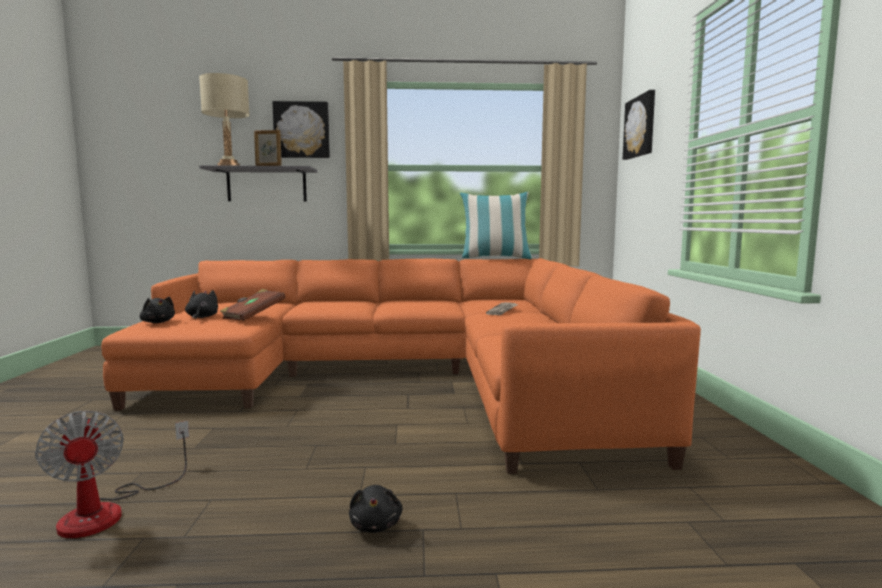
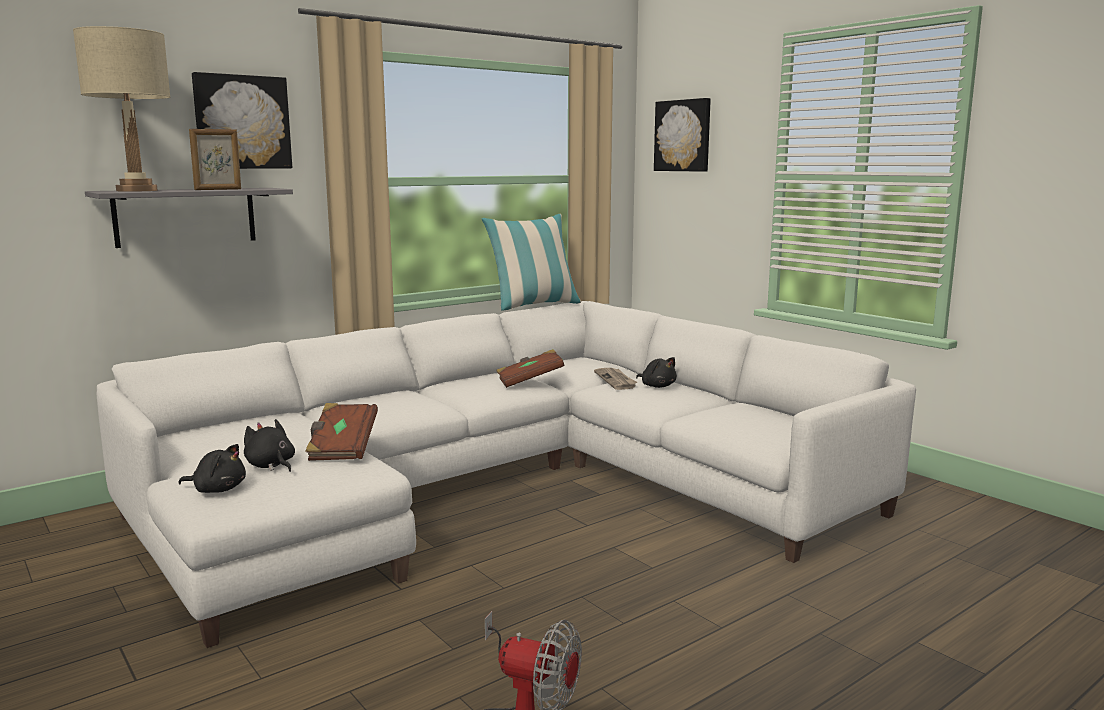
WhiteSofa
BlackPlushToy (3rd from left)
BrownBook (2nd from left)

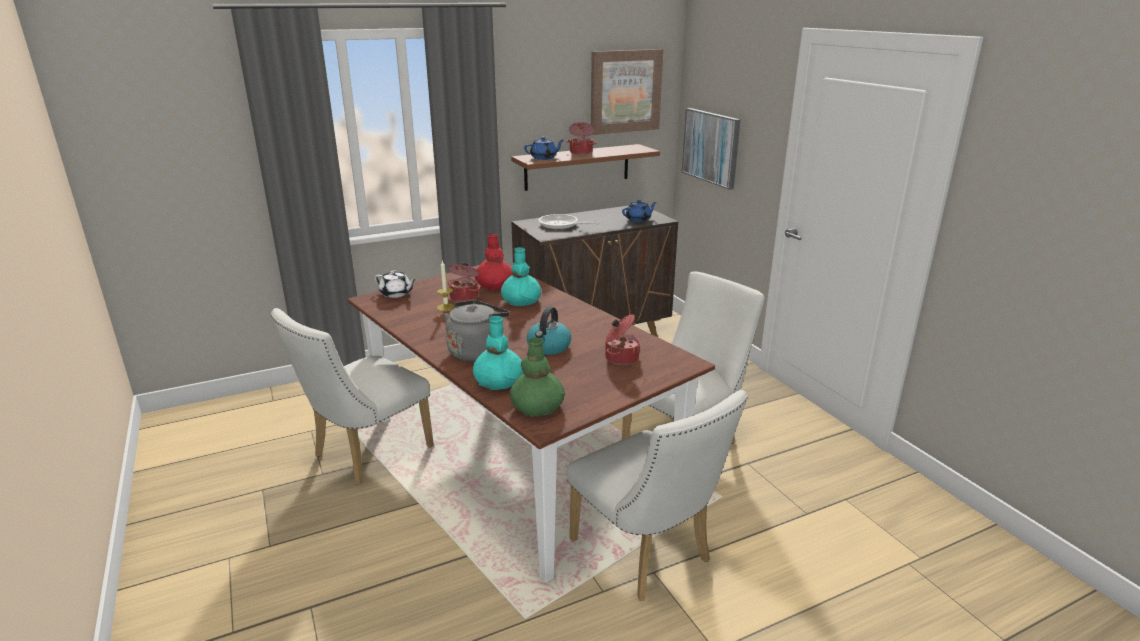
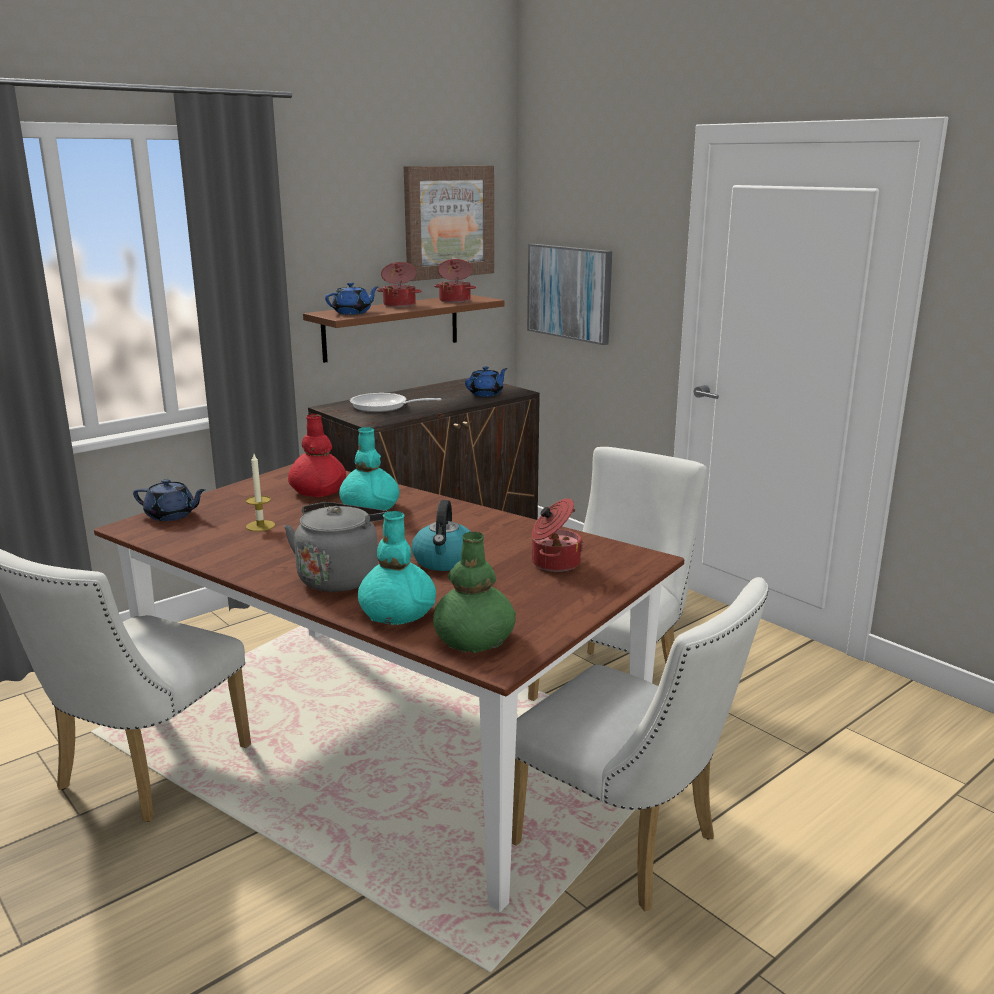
CookingPot (2nd from left)
BlueTeapot (1st from left)

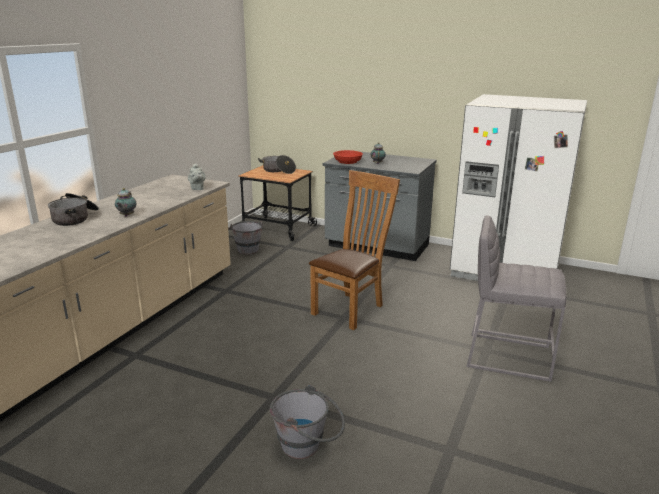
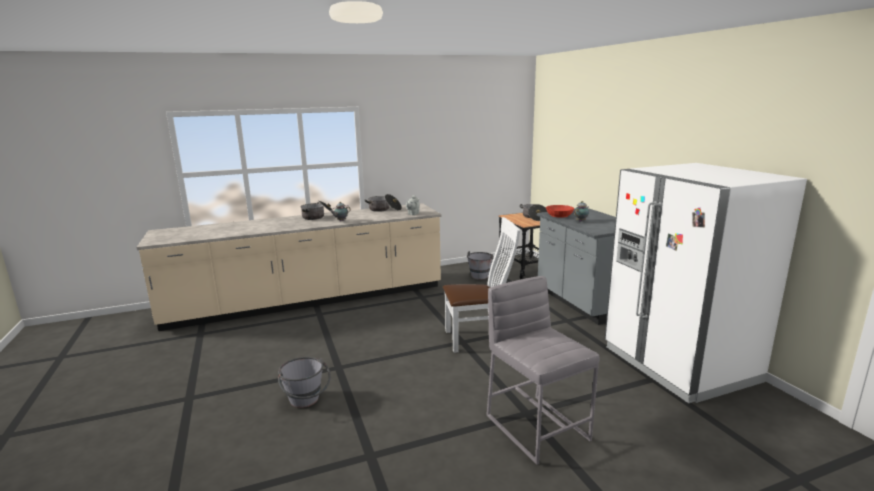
WhiteChair
CookingPot (2nd from left)

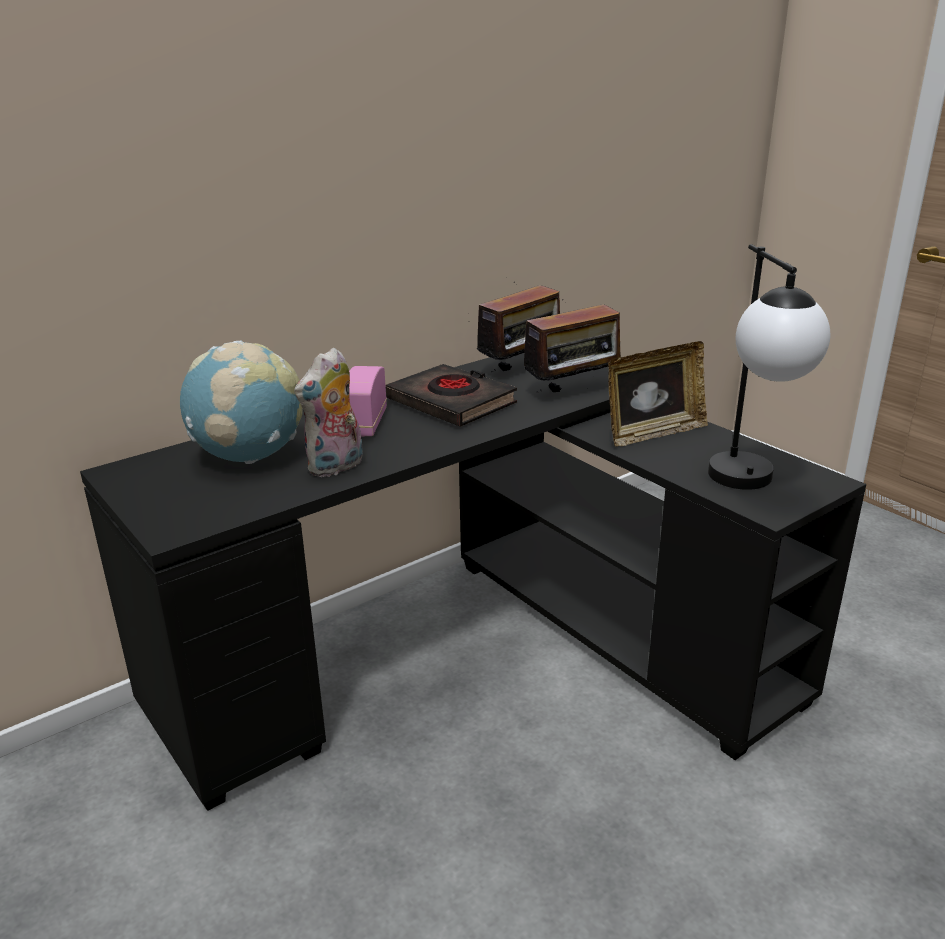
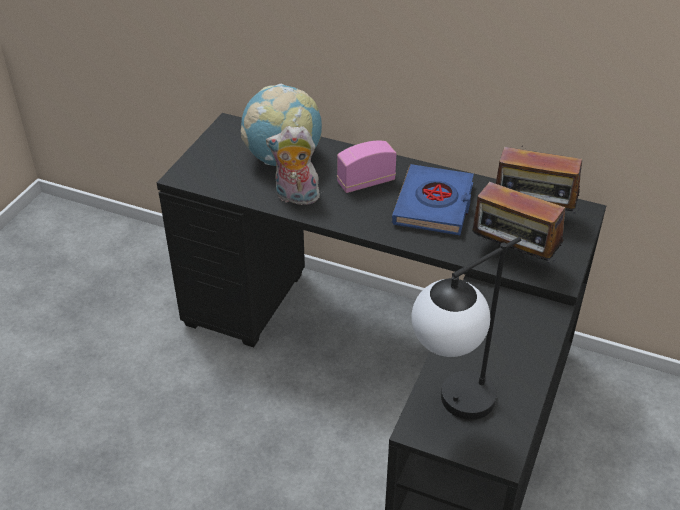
PictureFrame
BlueBook

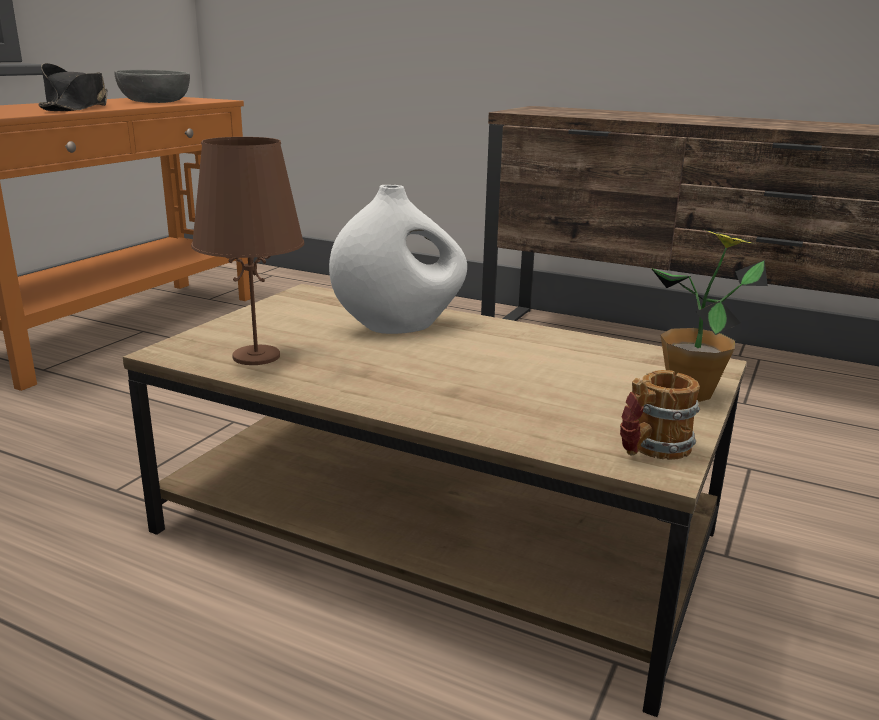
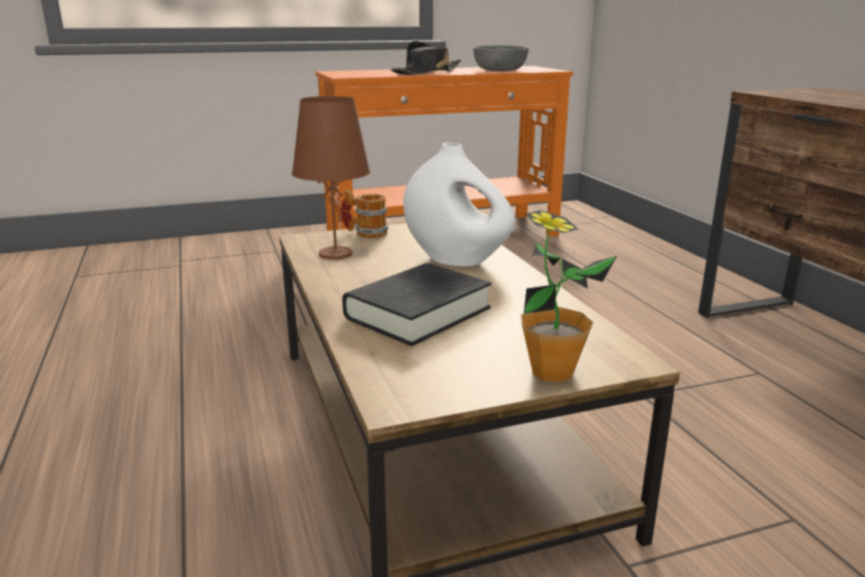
Mug
BlackBook

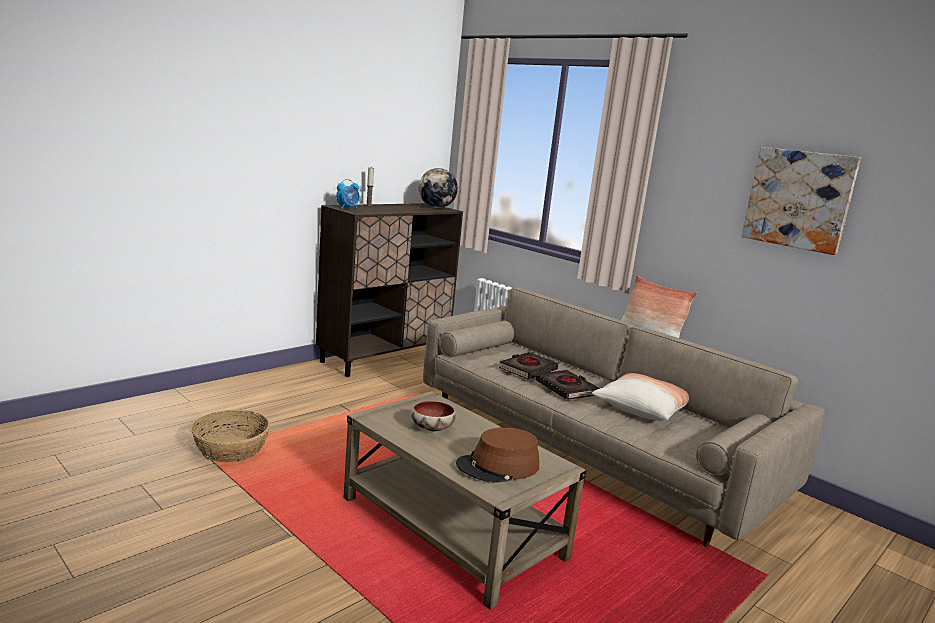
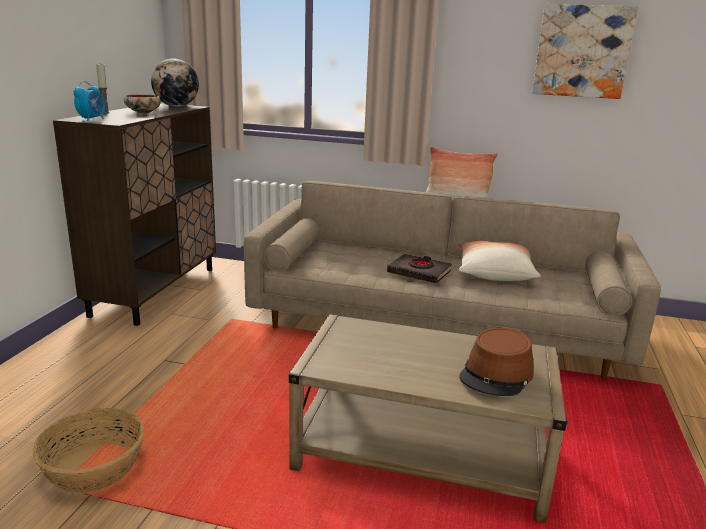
BlackBook (1st from left in the first image)
Bowl

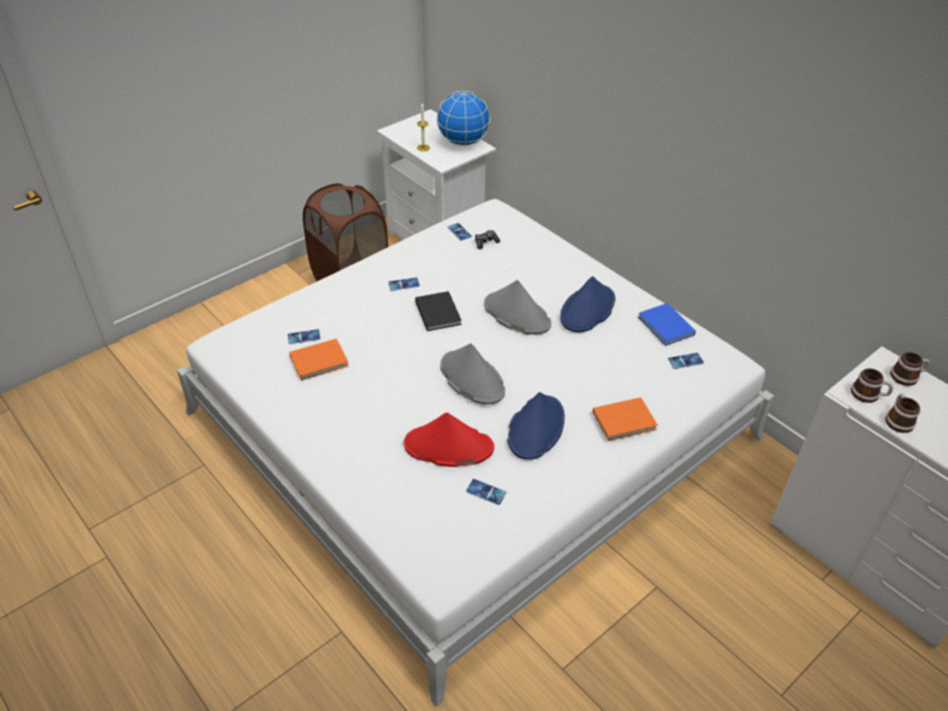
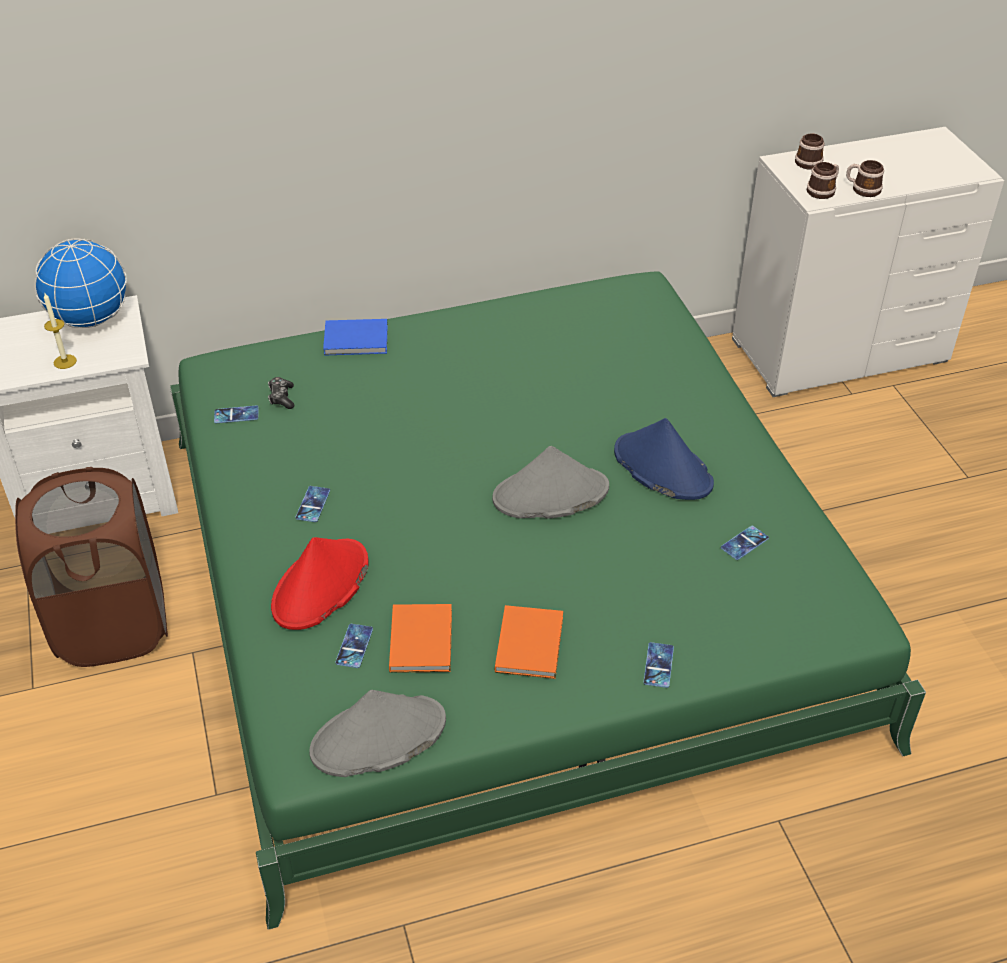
GreenBed
BlueHat (2nd from left in the first image)
GreyHat (1st from left)
BlackBook
BlueBook
Phone (4th from left)
OrangeBook (2nd from left)
RedHat

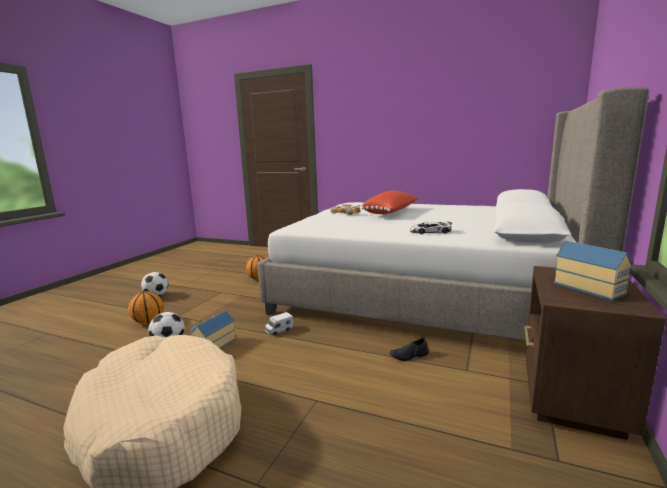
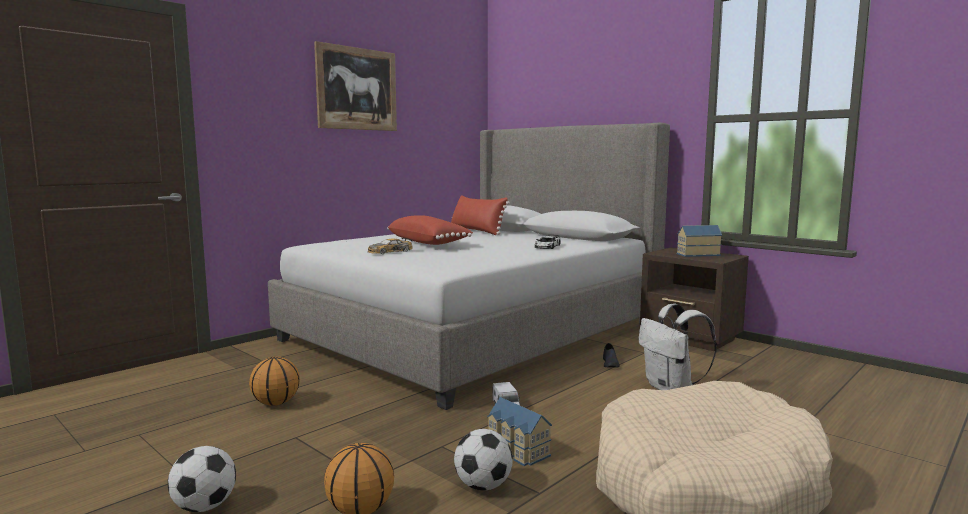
Picture
RedPillow (2nd from left)
WhiteBackpack

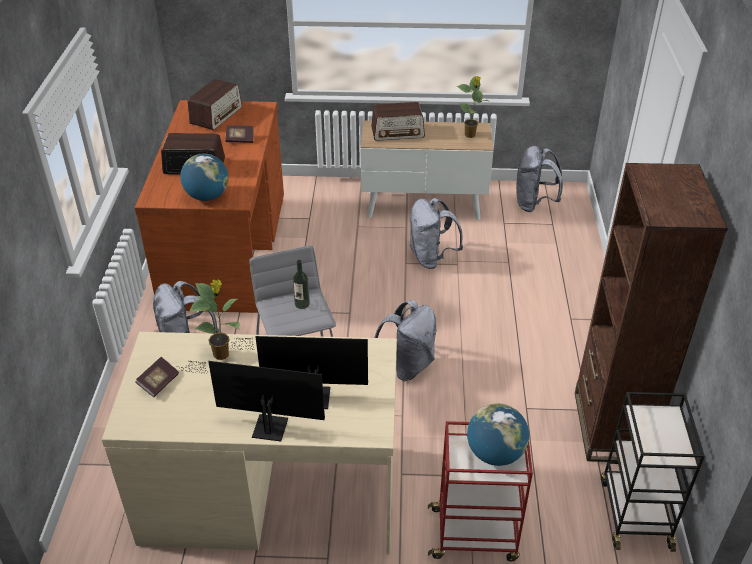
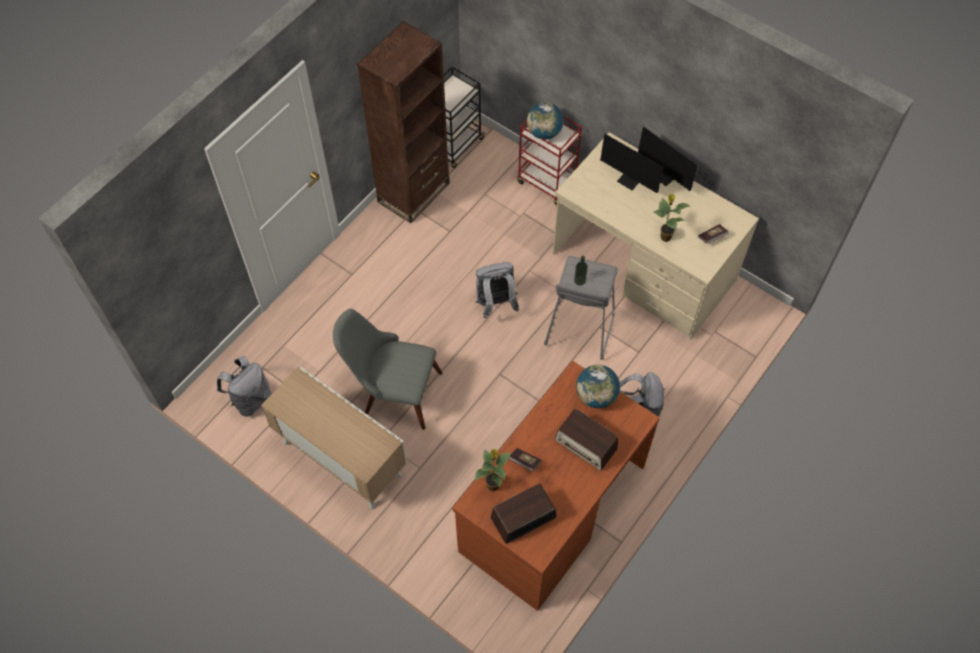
PottedPlant (1st from left)
Radio (3rd from left in the first image)
GreyChair

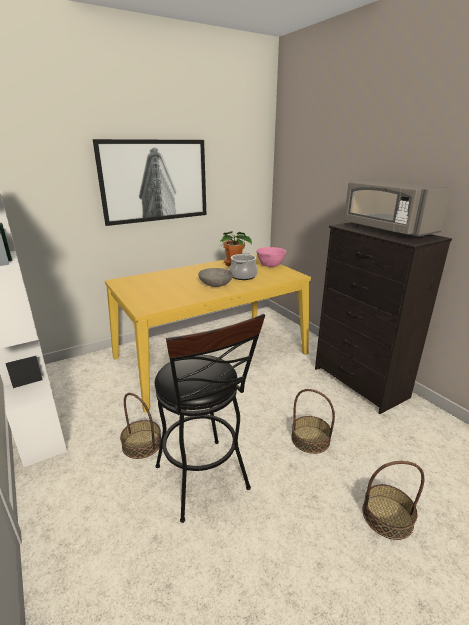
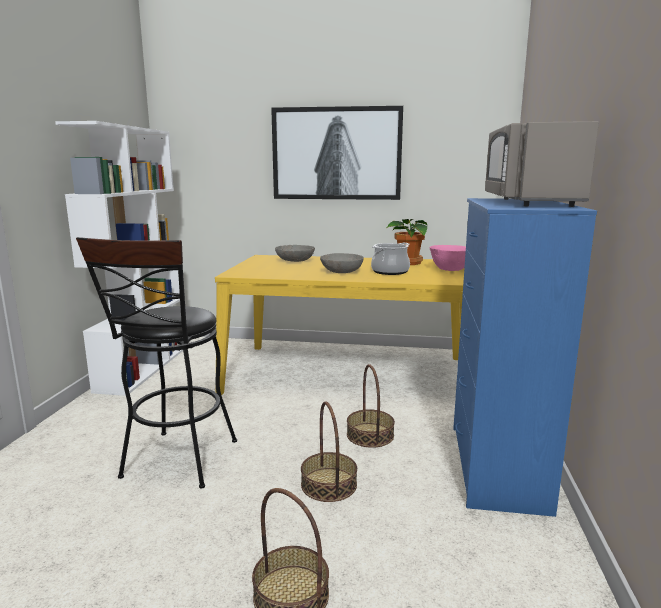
BlueDresser
Basket (3rd from left)
GreyBowl (1st from left)

